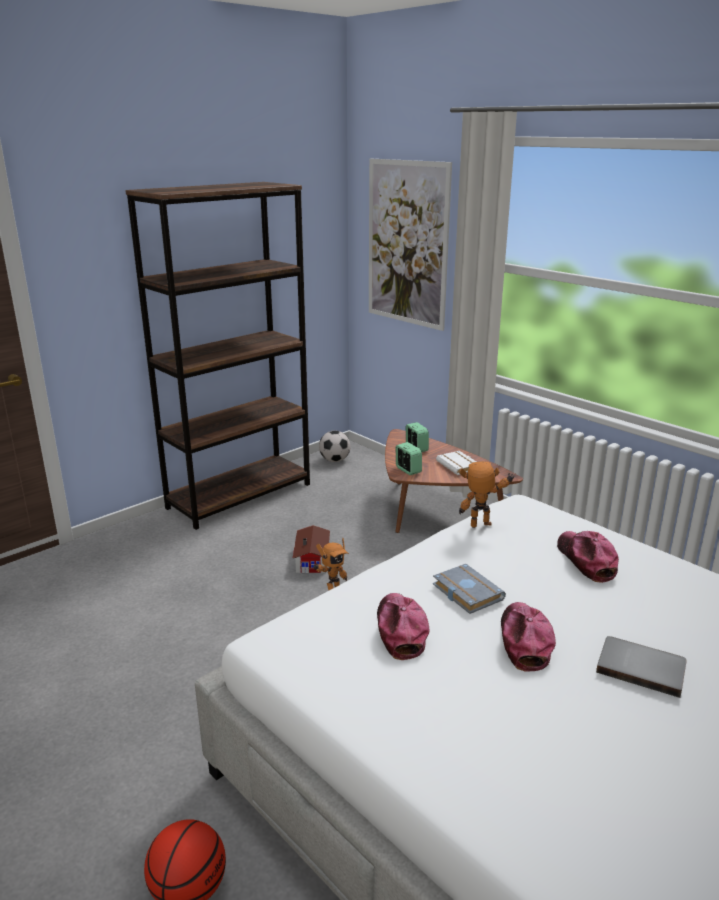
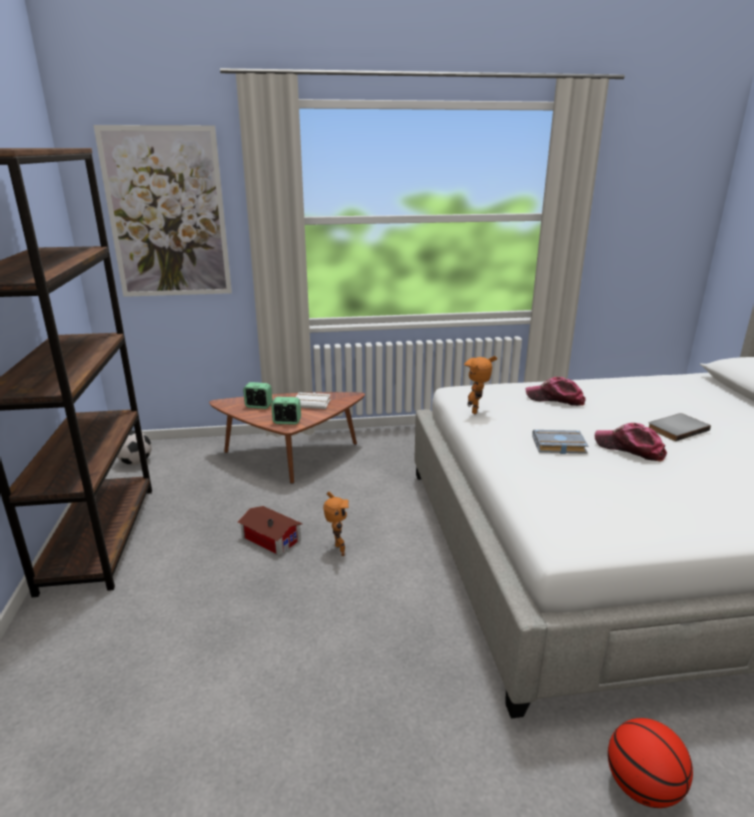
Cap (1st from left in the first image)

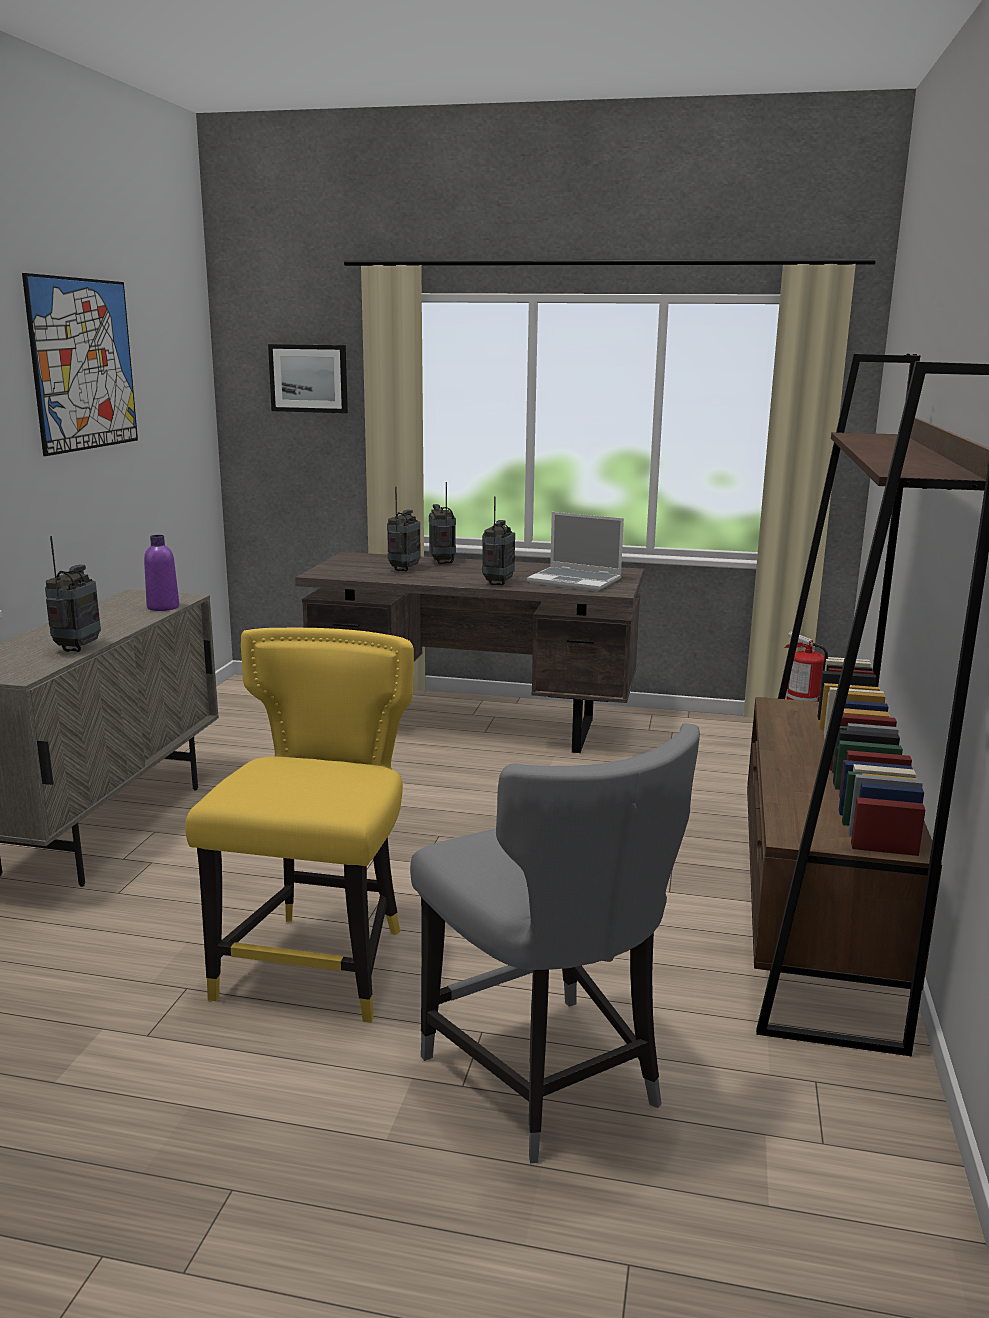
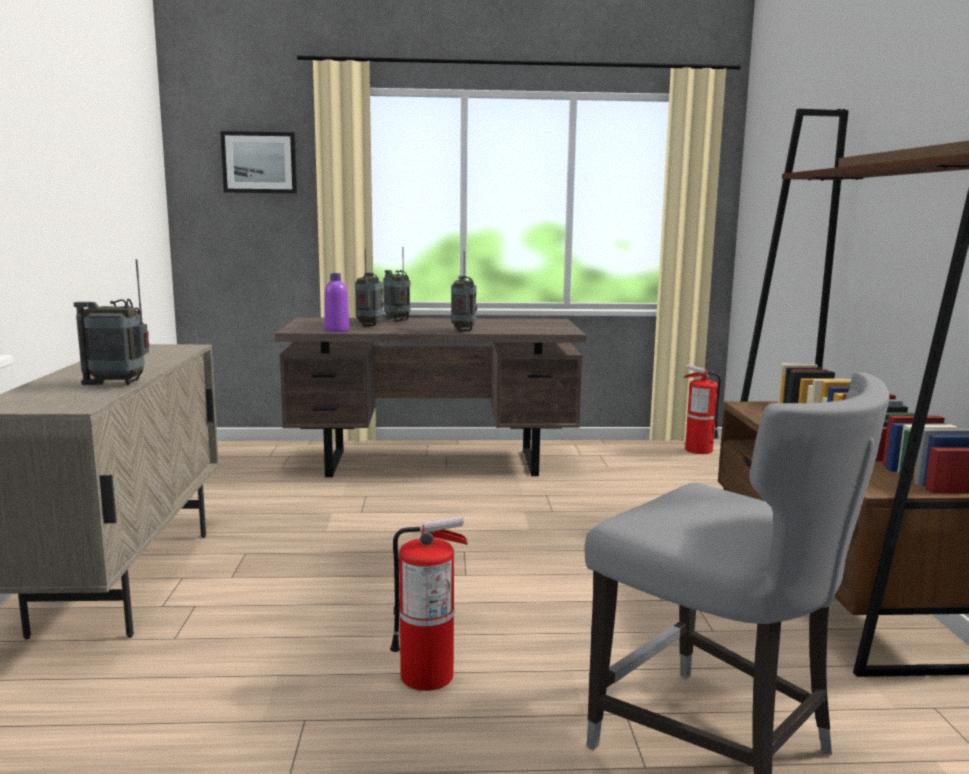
Picture (1st from left in the first image)
Laptop
PurpleBottle
Radio (1st from left)
FireExtinguisher (1st from left)

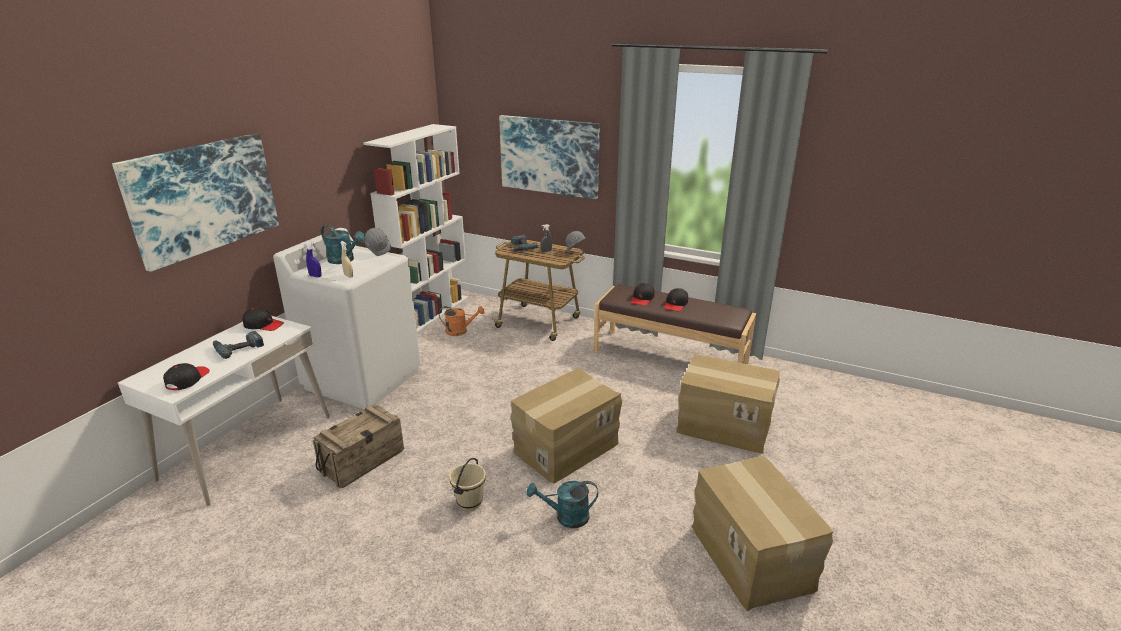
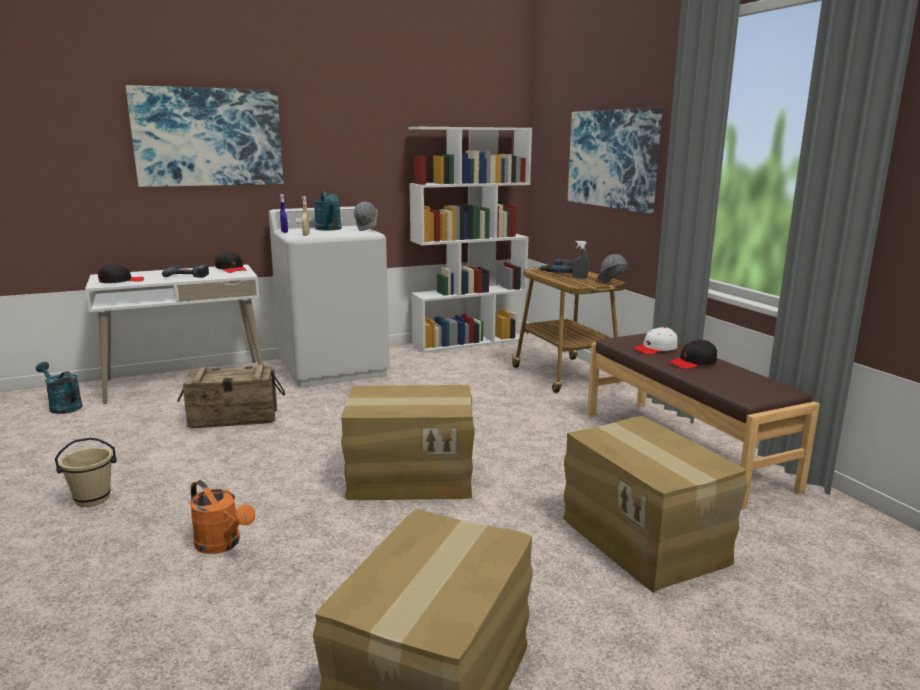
WhiteCap
OrangeWateringCan
BeigeBucket
TurquoiseWateringCan (1st from left)

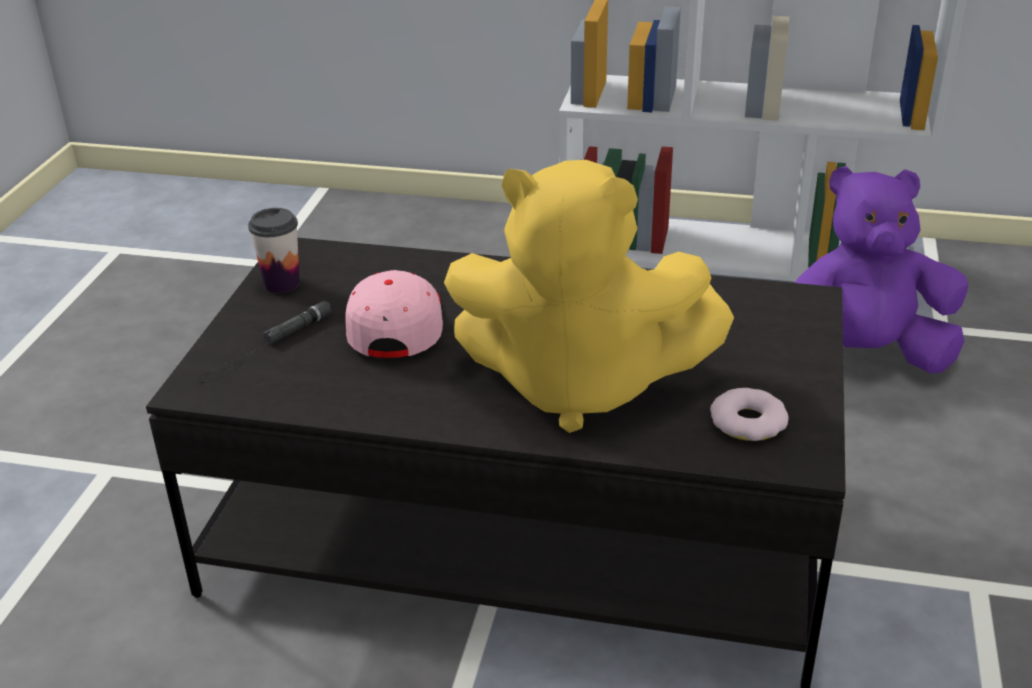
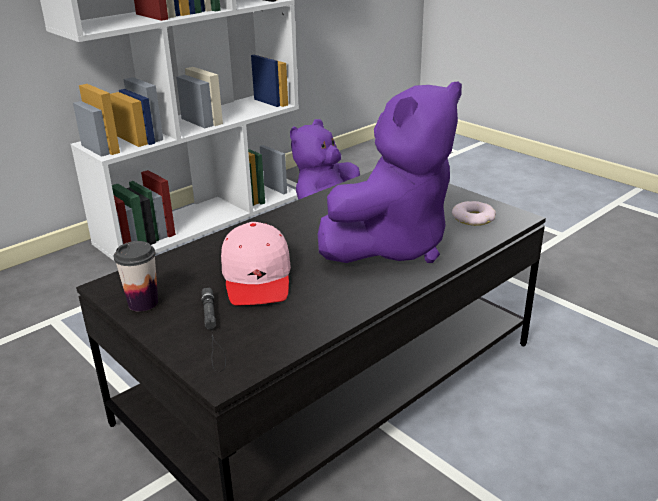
PurplePlushToy (2nd from left)
PinkCap

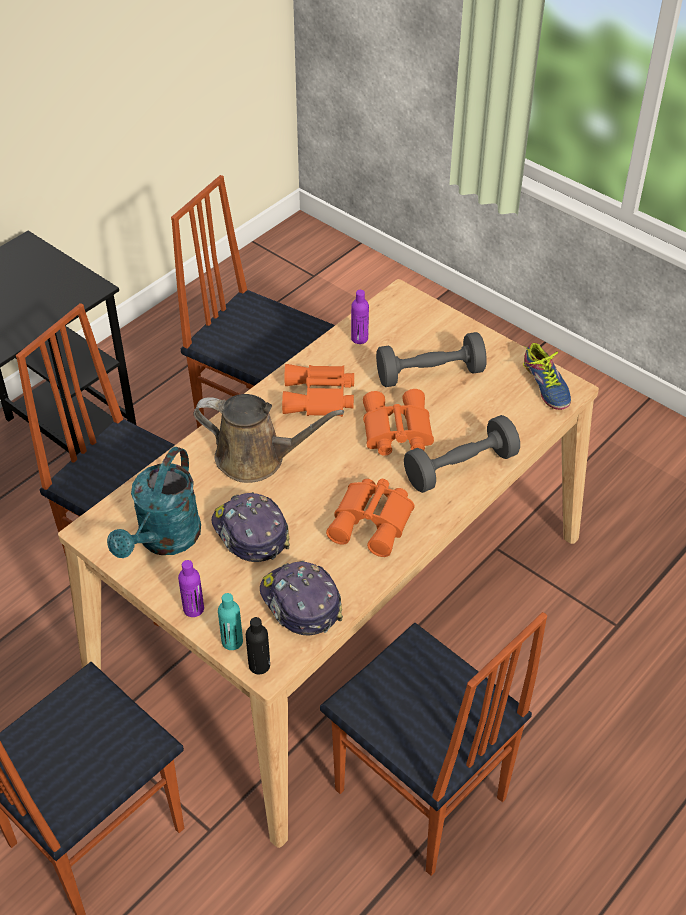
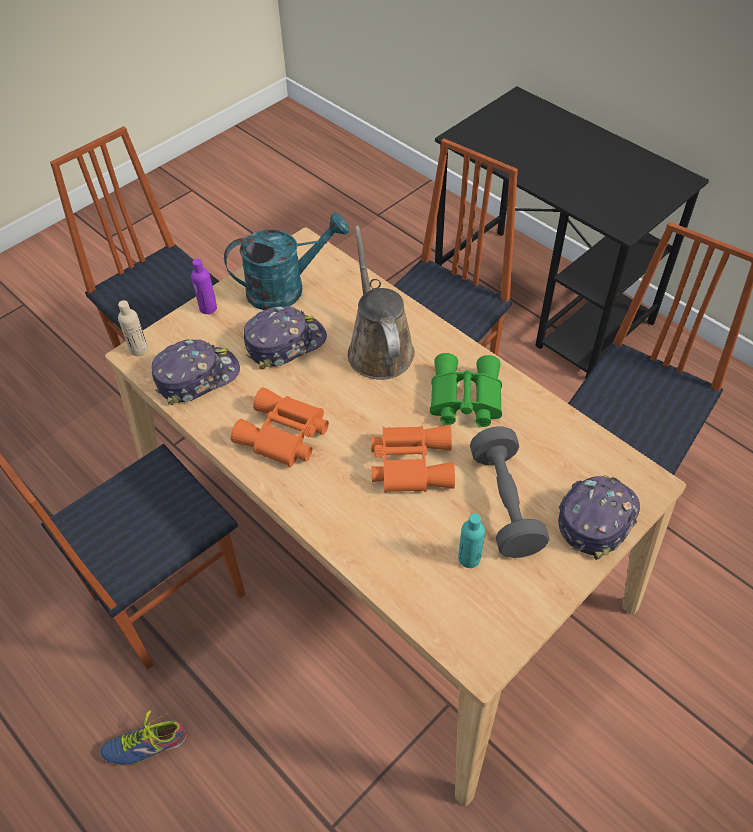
PurpleBottle (2nd from left in the first image)
Shoe
GreenBinoculars
BrownWateringCan
GreyDumbbell (2nd from left in the first image)
TurquoiseWateringCan
TurquoiseBottle
BeigeBottle
Cap (3rd from left)

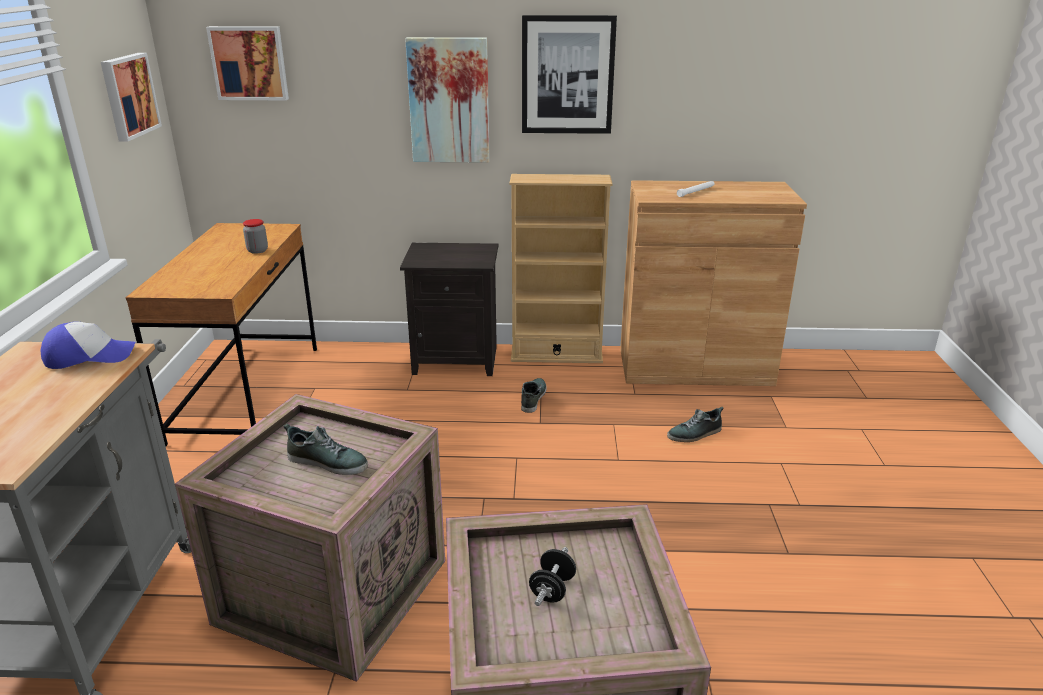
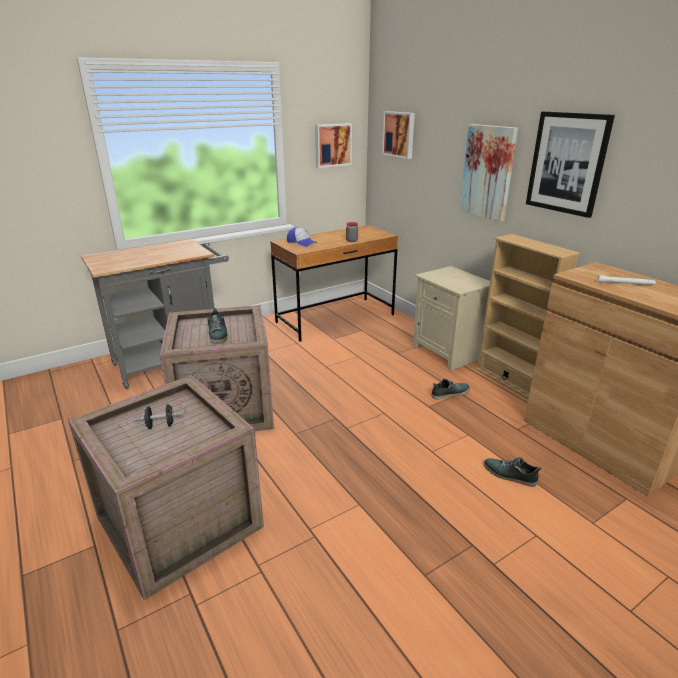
BeigeNightstand
Cap

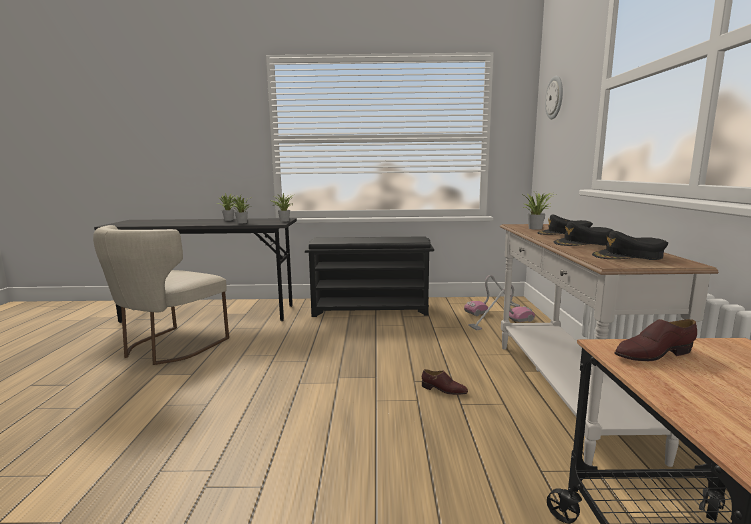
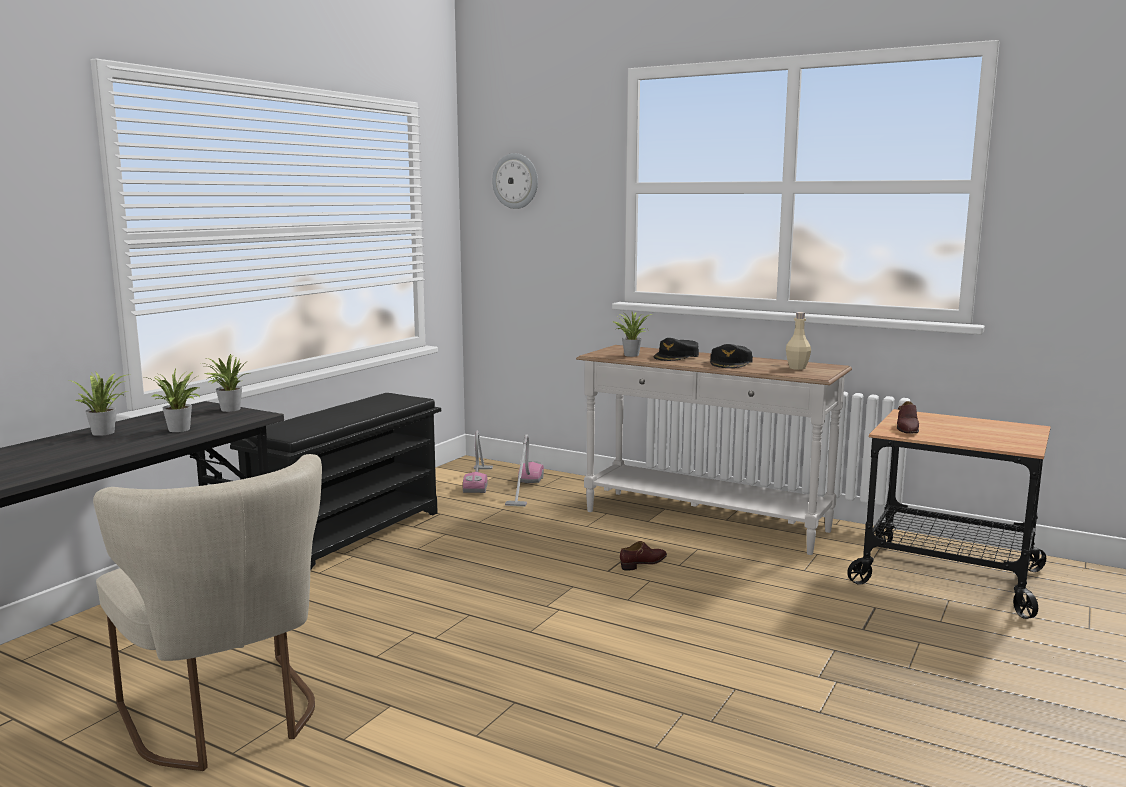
BeigeBottle

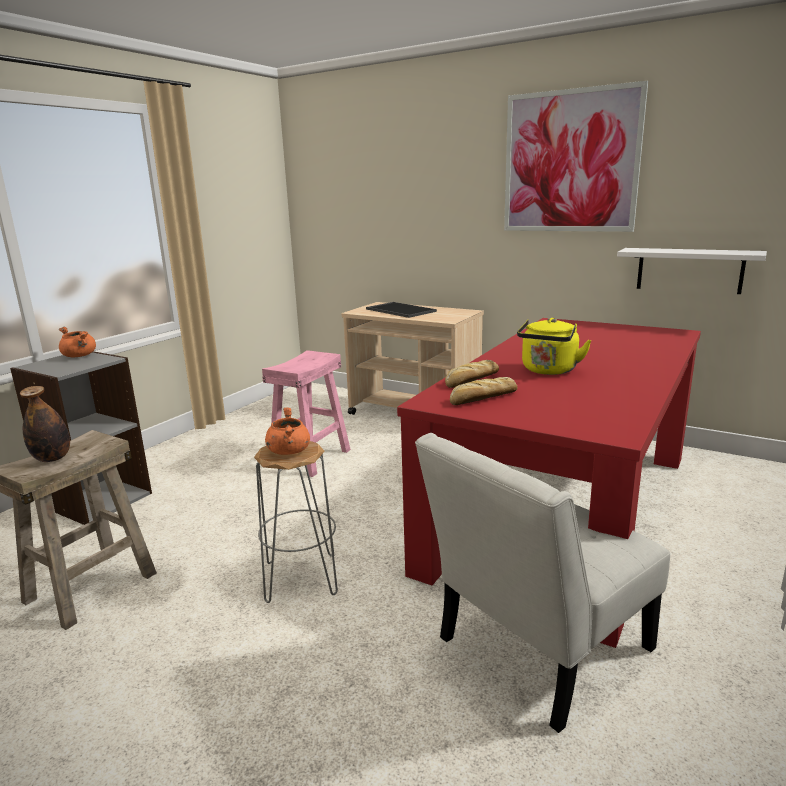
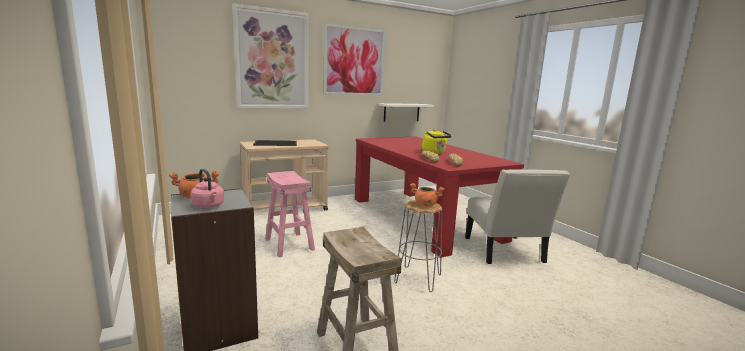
Bottle
Picture (1st from left)
PinkKettle

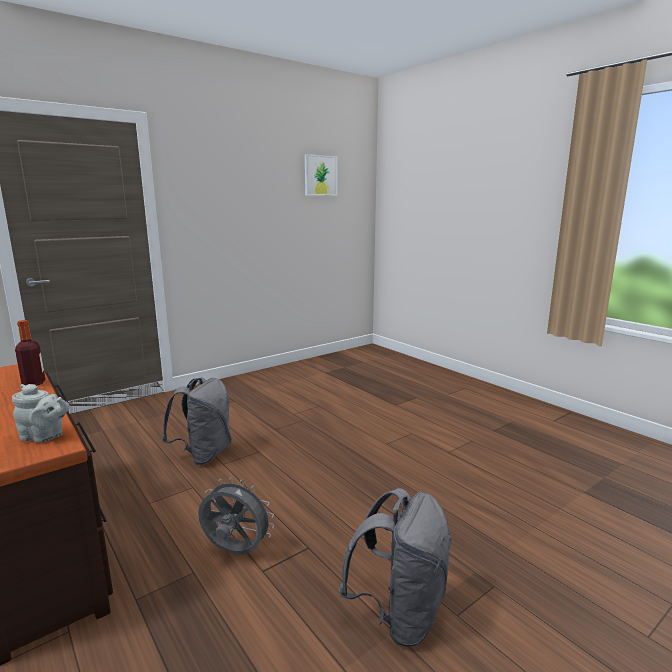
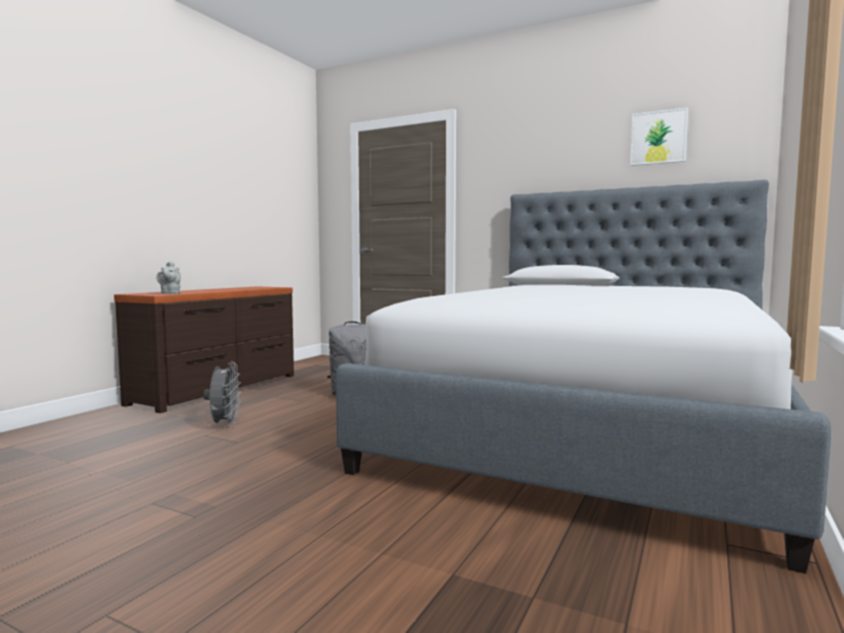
Bottle
GreyBackpack (2nd from left in the first image)
Bed

